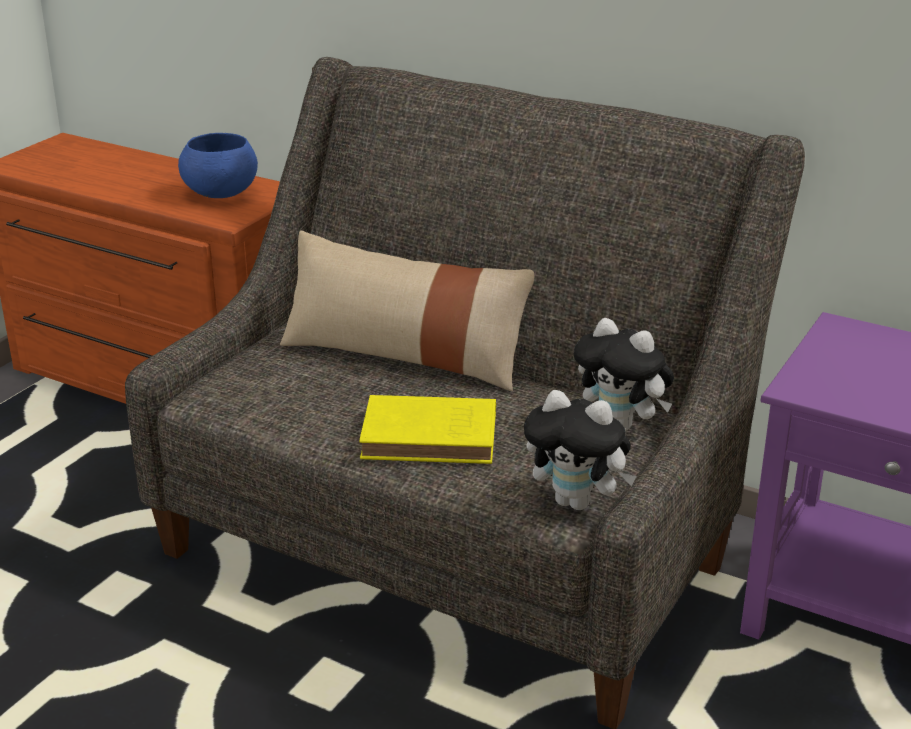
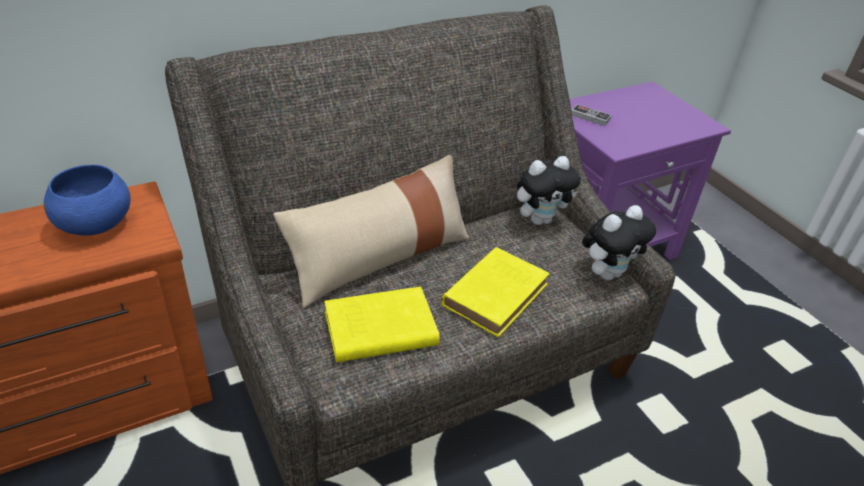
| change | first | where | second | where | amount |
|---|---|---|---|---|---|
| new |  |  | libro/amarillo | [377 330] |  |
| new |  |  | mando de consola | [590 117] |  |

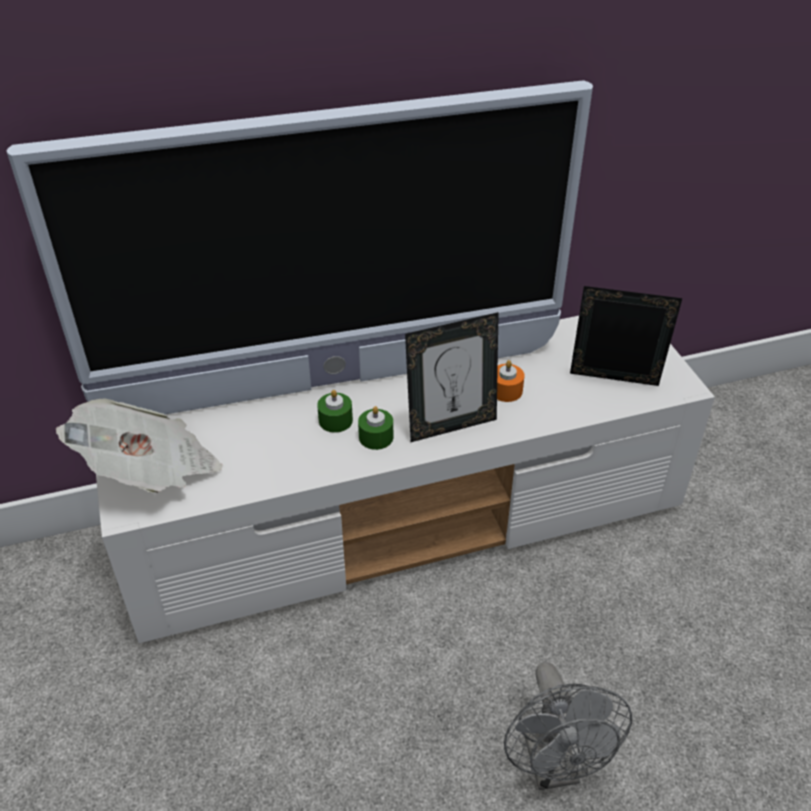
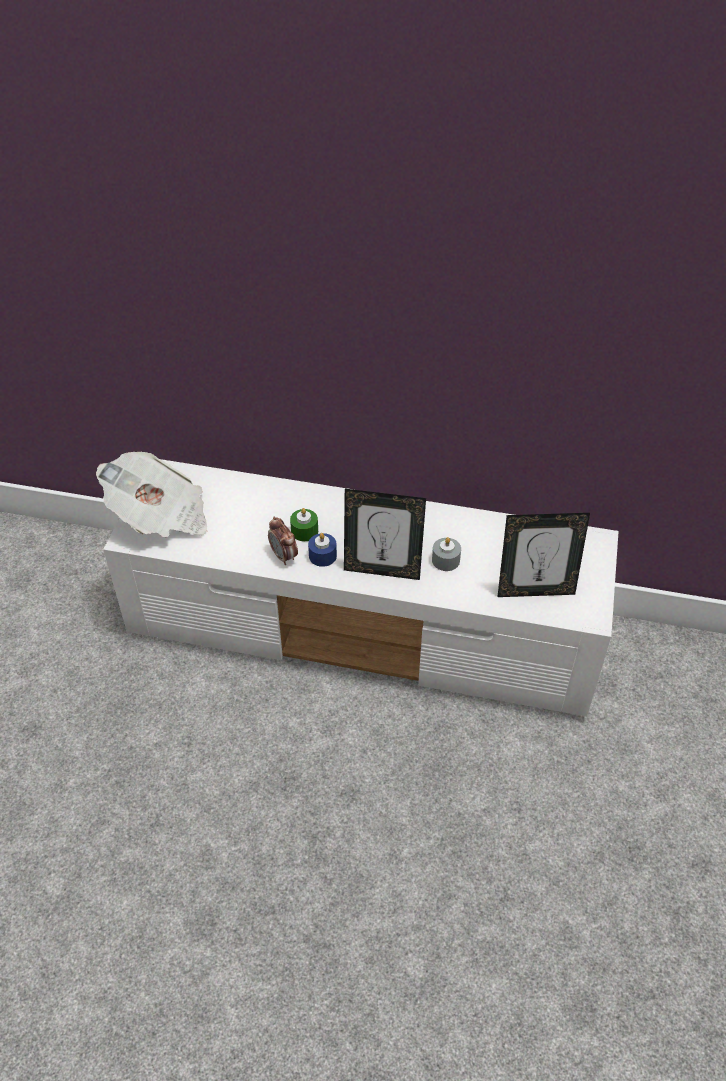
| change | first | where | second | where | amount |
|---|---|---|---|---|---|
| gone | televisor | [334 382] |  |  |  |
| repainted | vela/verde | [376 437] | vela/azul | [322 556] |  |
| repainted | vela/naranja | [506 390] | vela/gris | [445 560] |  |
| gone | ventilador/gris | [554 766] |  |  |  |
| rotated | portarretratos | [613 384] |  | [535 590] | 135 degrees clockwise |
| new |  |  | despertador | [284 556] |  |

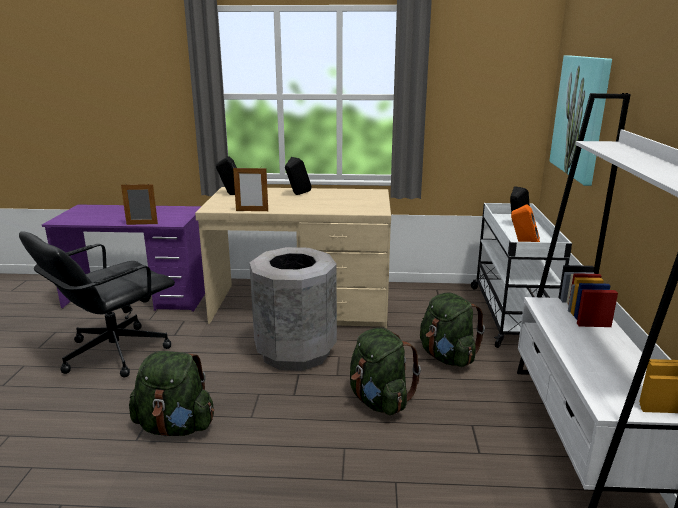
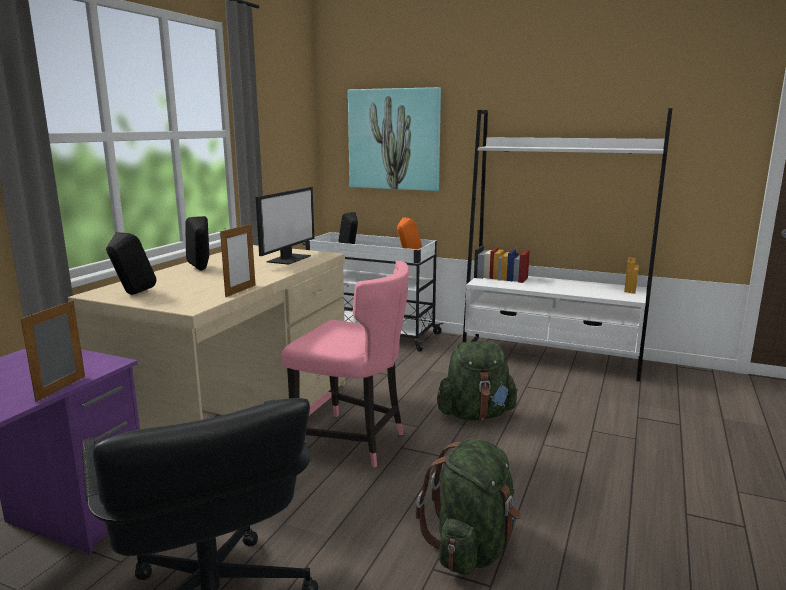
| change | first | where | second | where | amount |
|---|---|---|---|---|---|
| swapped | papelera/gris | [295 352] | silla/rosa | [353 442] |  |
| gone | mochila/verde | [447 357] |  |  |  |
| new |  |  | monitor | [288 259] |  |

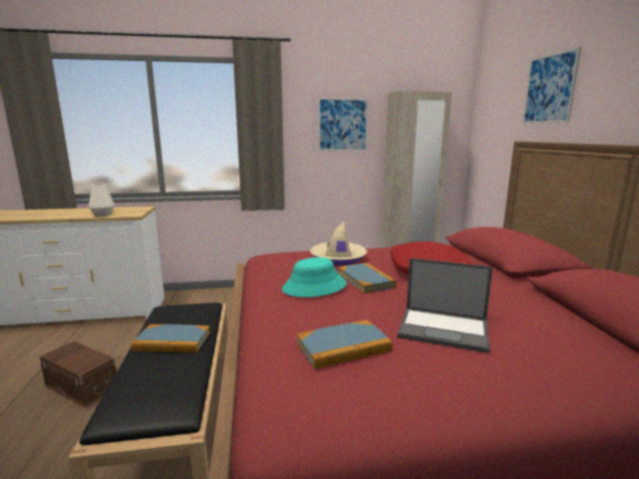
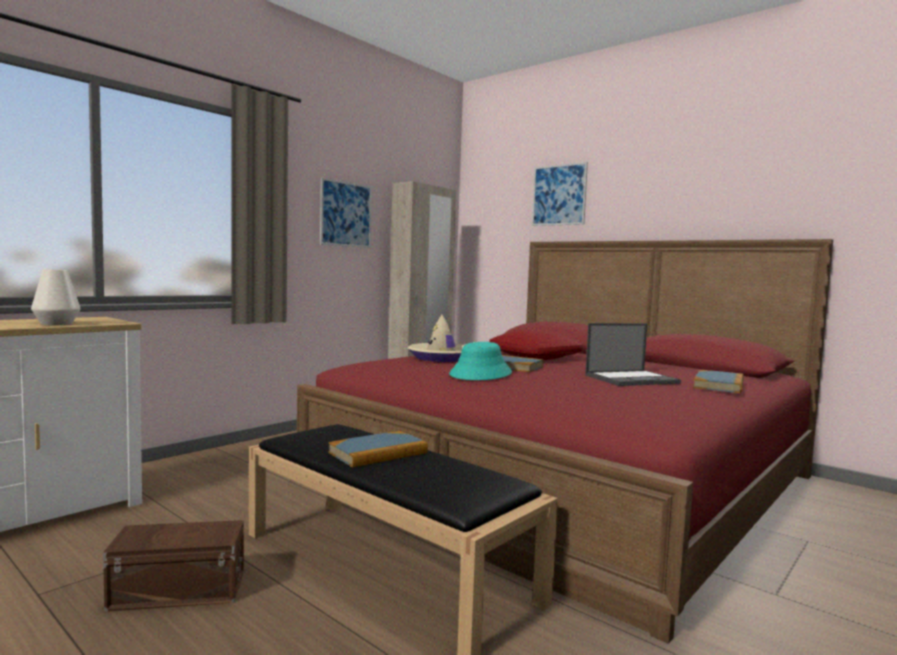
| change | first | where | second | where | amount |
|---|---|---|---|---|---|
| shifted | libro | [343 347] |  | [719 385] |  |

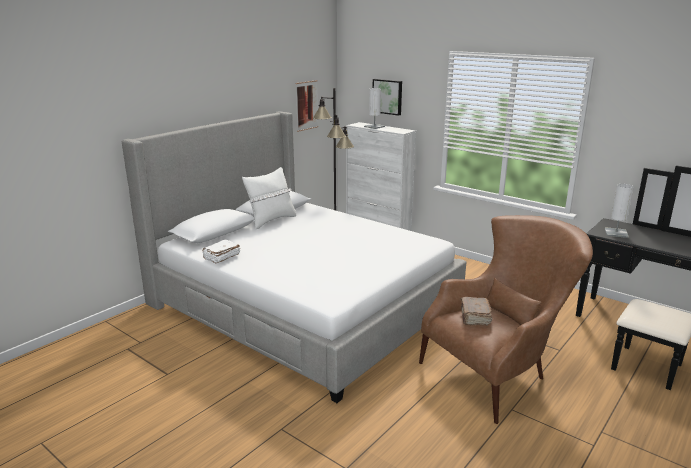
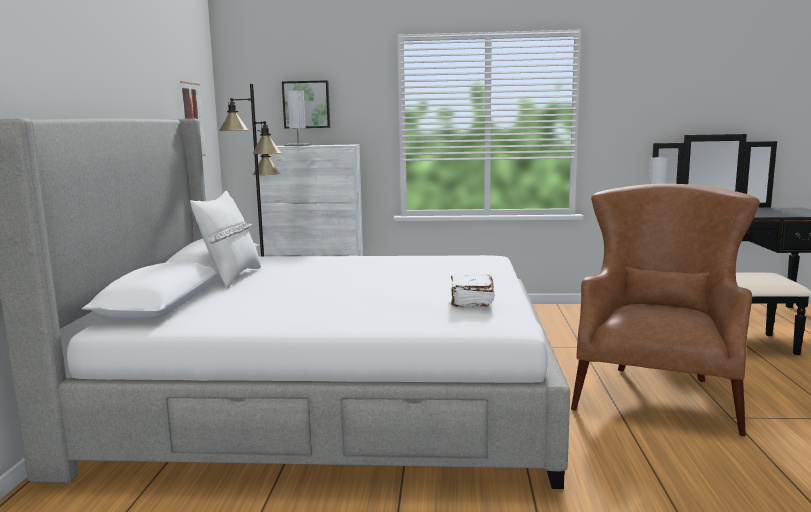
| change | first | where | second | where | amount |
|---|---|---|---|---|---|
| shifted | libro/blanco | [221 257] |  | [471 300] |  |
| gone | libro/marrón | [474 317] |  |  |  |

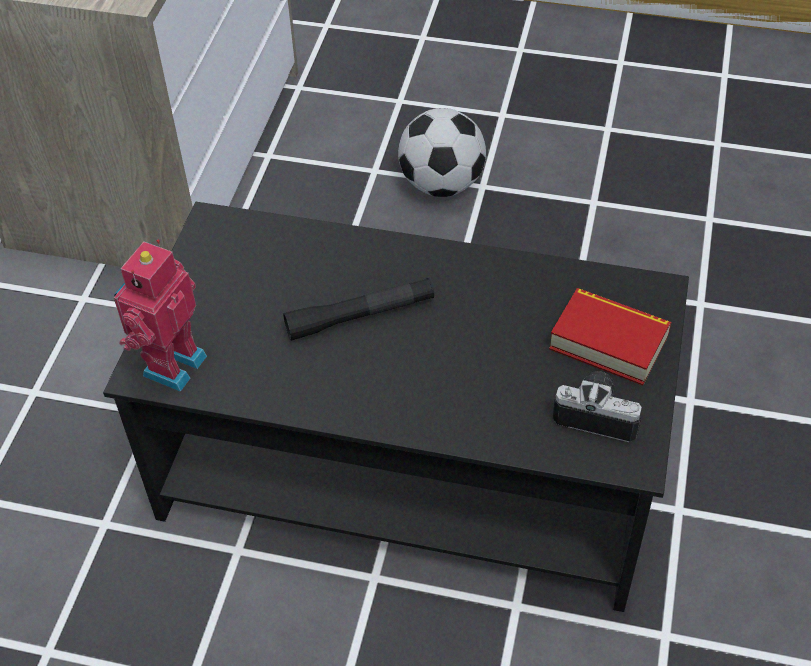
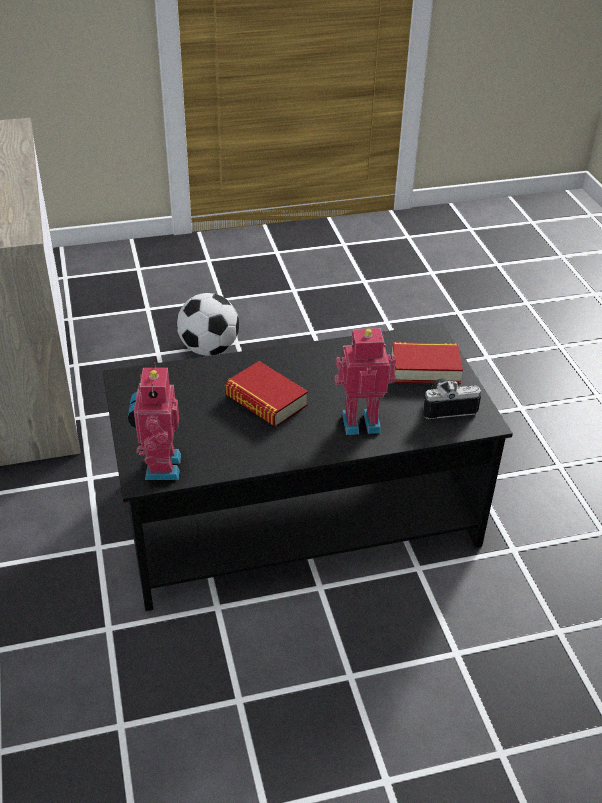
| change | first | where | second | where | amount |
|---|---|---|---|---|---|
| swapped | linterna/negro | [360 316] | libro | [266 400] |  |
| new |  |  | robot de juguete | [360 421] |  |

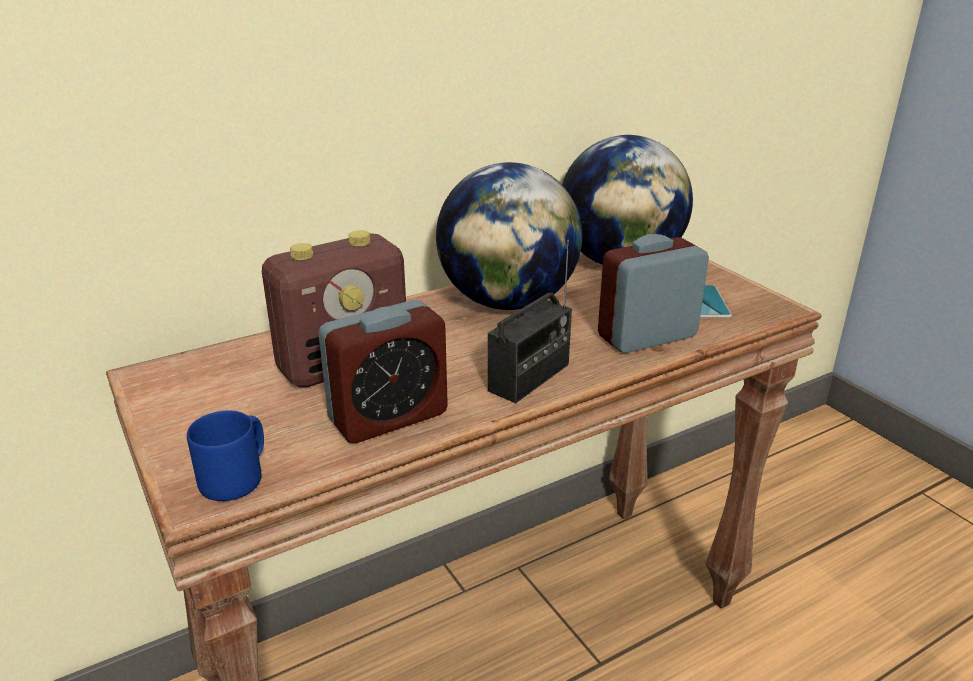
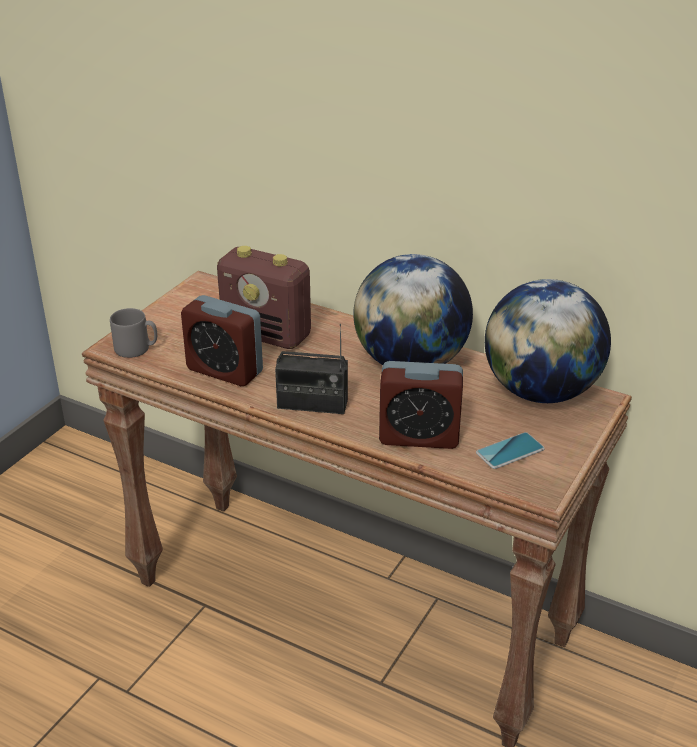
| change | first | where | second | where | amount |
|---|---|---|---|---|---|
| repainted | taza grande/azul | [237 478] | taza grande/gris | [136 349] |  |
| rotated | despertador | [647 336] |  | [419 436] | 150 degrees clockwise |

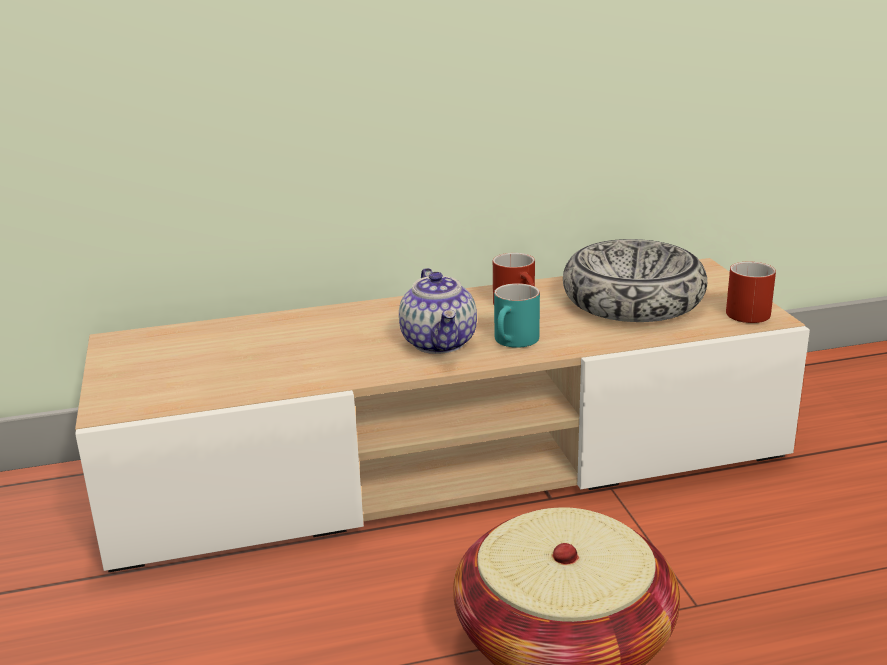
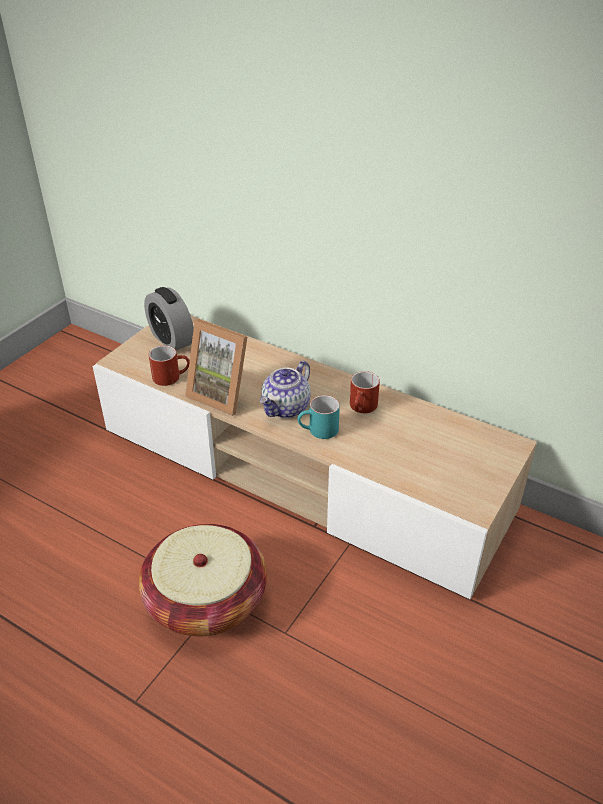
| change | first | where | second | where | amount |
|---|---|---|---|---|---|
| gone | cuenco | [632 301] |  |  |  |
| shifted | taza grande/rojo | [750 311] |  | [171 376] |  |
| new |  |  | despertador | [171 339] |  |
| new |  |  | portarretratos | [222 394] |  |

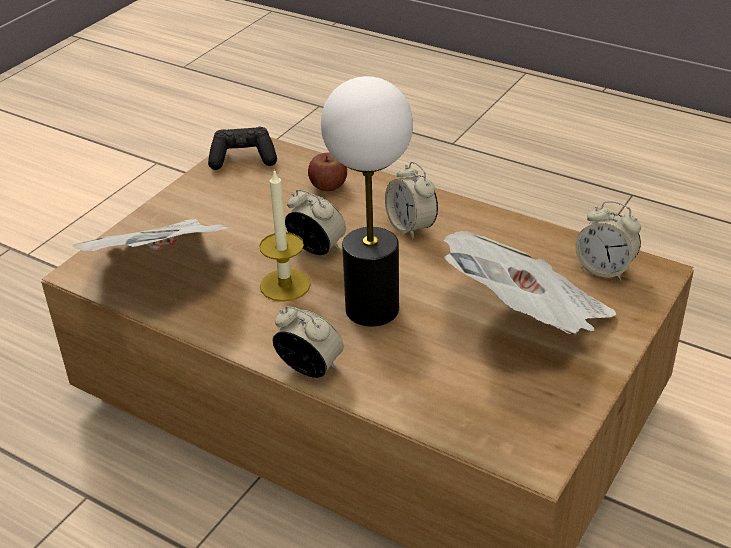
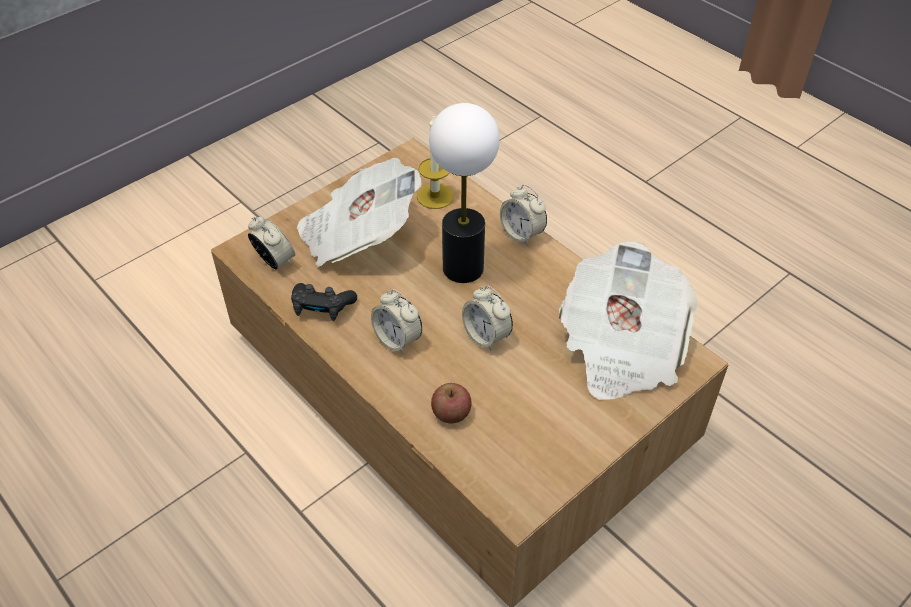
| change | first | where | second | where | amount |
|---|---|---|---|---|---|
| shifted | mando de consola/negro | [243 159] |  | [322 308] |  |
| shifted | vela | [285 285] |  | [435 196] |  |
| rotated | despertador | [411 227] |  | [397 340] | 150 degrees clockwise |

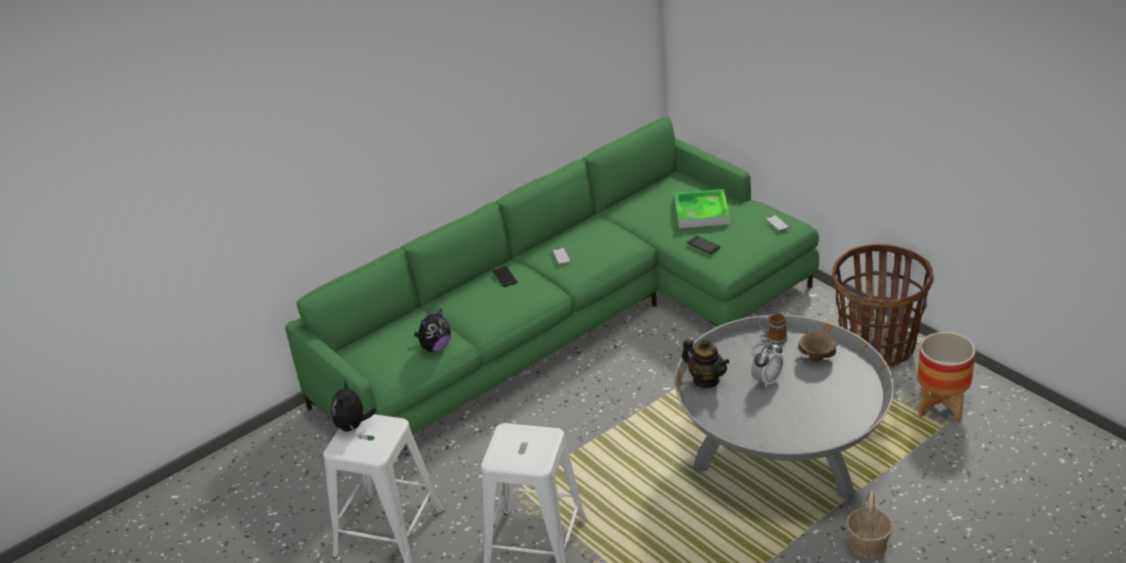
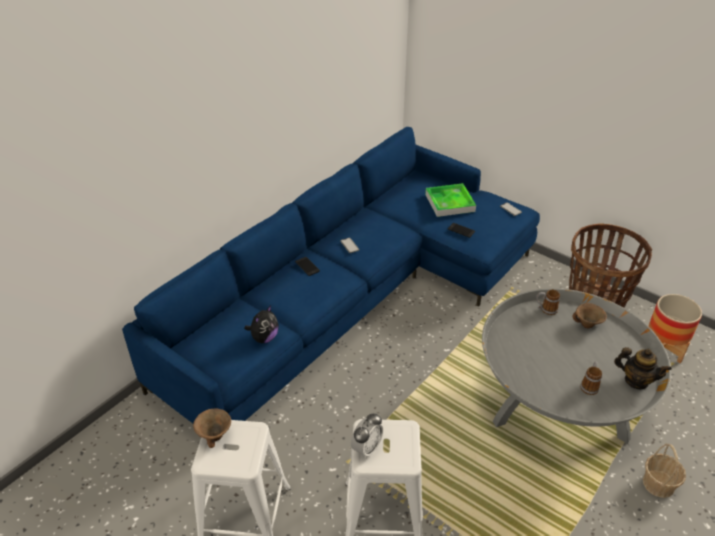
| change | first | where | second | where | amount |
|---|---|---|---|---|---|
| repainted | sofá/verde | [574 323] | sofá/azul | [354 297] |  |
| swapped | peluche | [353 426] | cuenco/marrón | [215 436] |  |
| shifted | tetera | [706 380] |  | [636 381] |  |
| shifted | despertador | [767 380] |  | [366 448] |  |
| new |  |  | taza grande | [589 385] |  |

